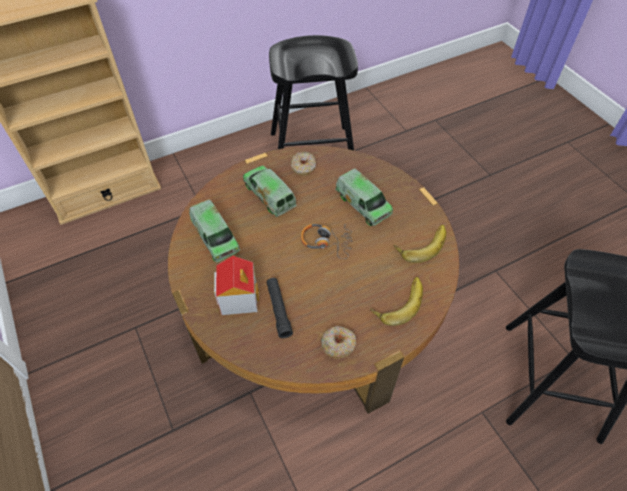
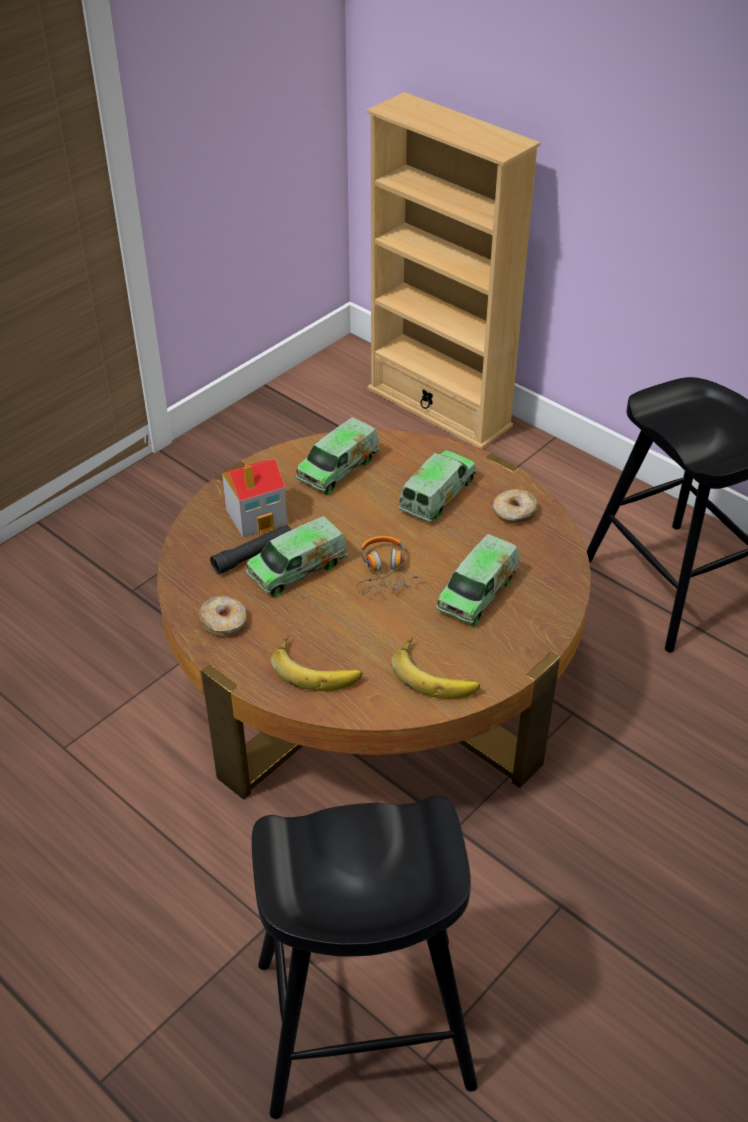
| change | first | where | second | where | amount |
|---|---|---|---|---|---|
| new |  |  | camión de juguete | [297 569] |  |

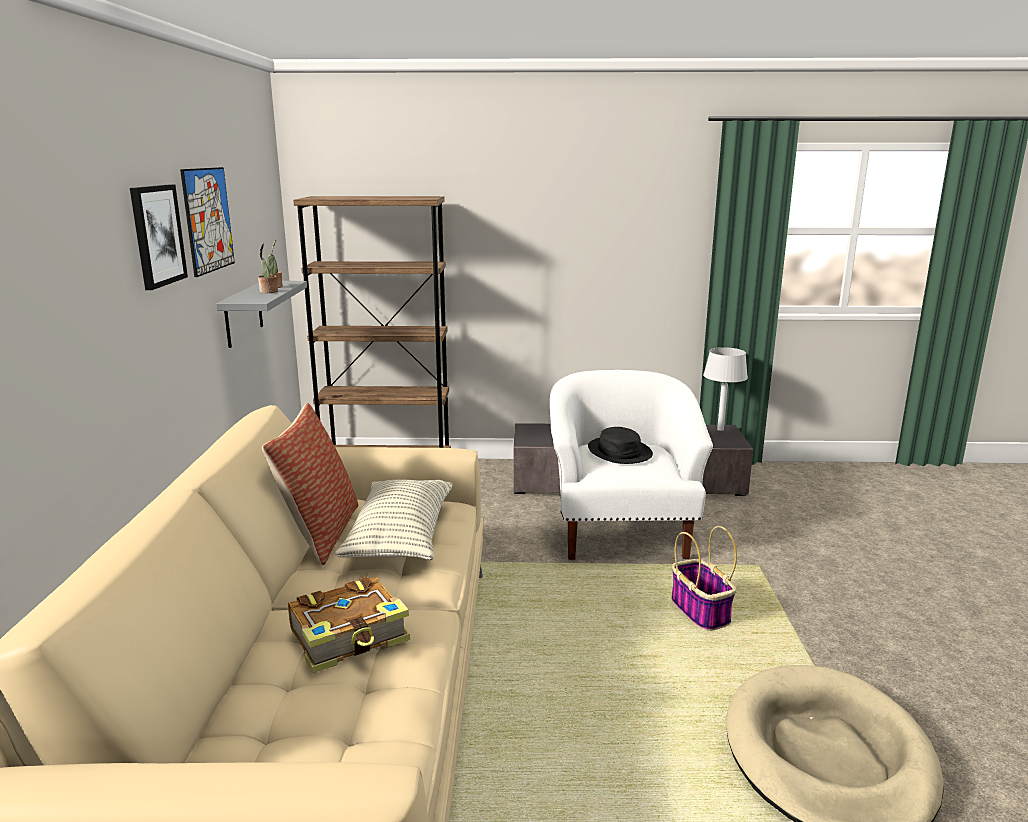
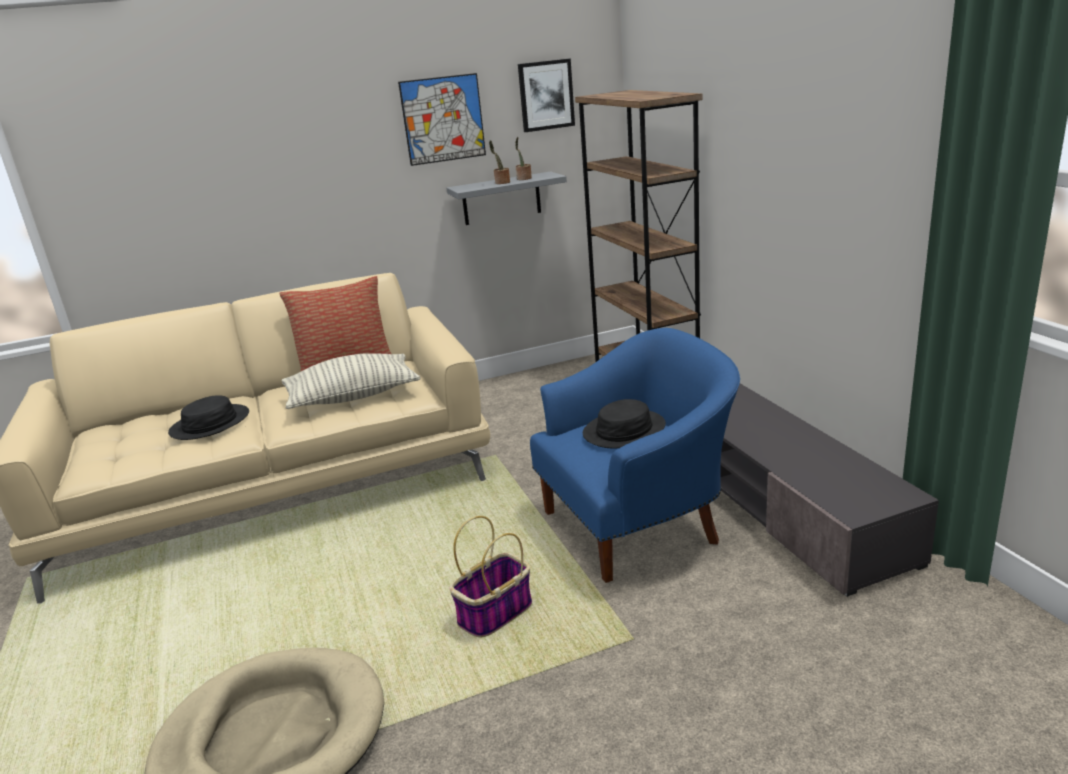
| change | first | where | second | where | amount |
|---|---|---|---|---|---|
| shifted | cuadro | [157 235] |  | [546 95] |  |
| swapped | libro | [350 637] | sombrero/negro | [210 424] |  |
| repainted | sillón/blanco | [621 531] | sillón/azul | [637 526] |  |
| gone | lámpara de mesa/gris | [720 429] |  |  |  |

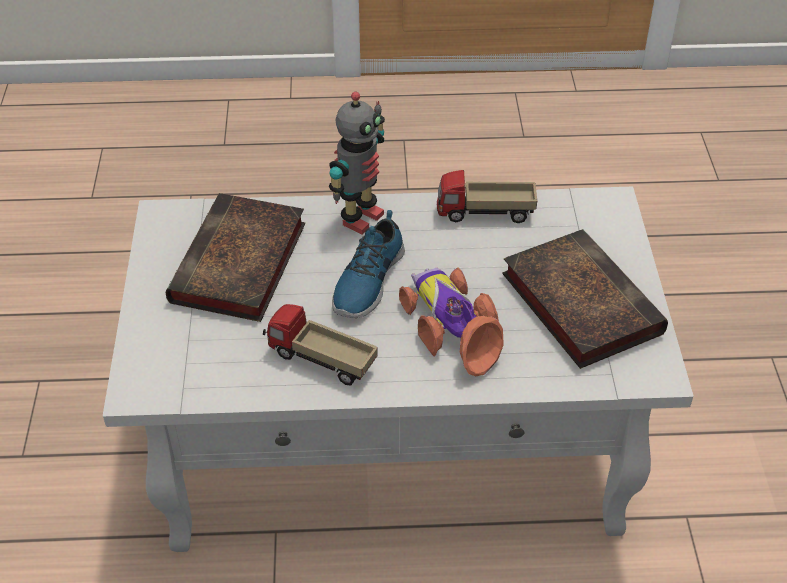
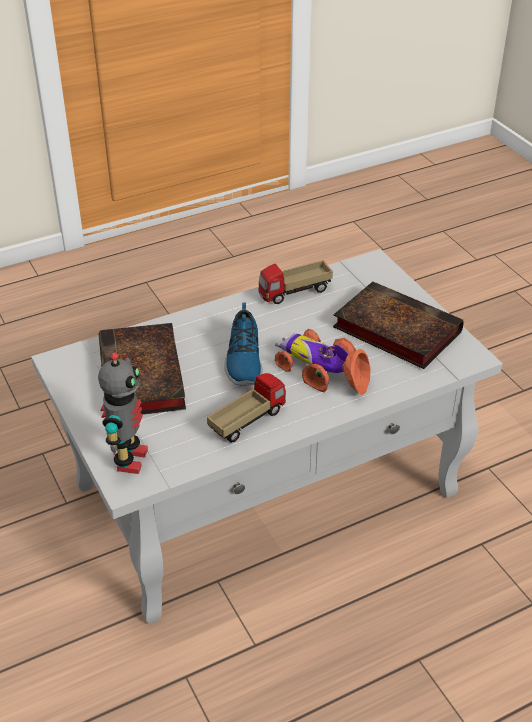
| change | first | where | second | where | amount |
|---|---|---|---|---|---|
| rotated | camión de juguete | [320 361] |  | [247 421] | 135 degrees clockwise |
| shifted | robot de juguete | [360 218] |  | [129 459] |  |

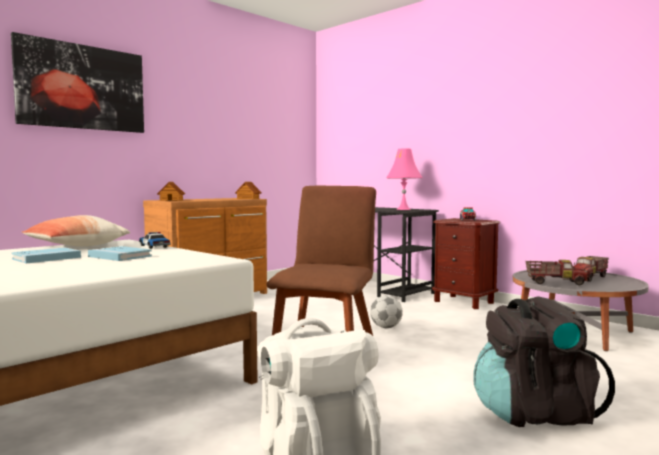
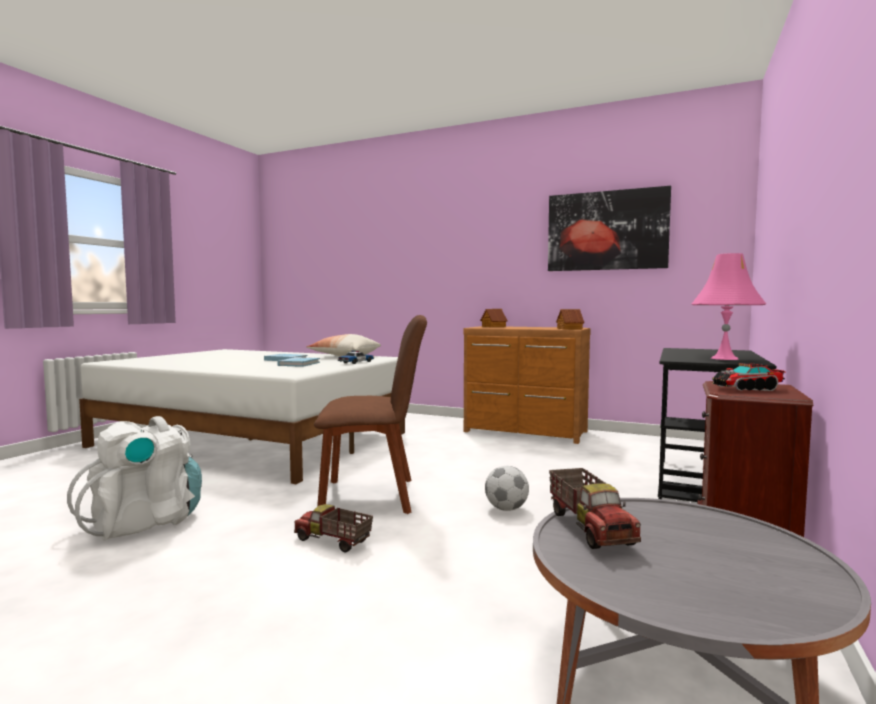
| change | first | where | second | where | amount |
|---|---|---|---|---|---|
| shifted | cuadro | [82 87] |  | [606 231] |  |
| gone | mochila/negro | [534 413] |  |  |  |
| shifted | camión de juguete | [589 278] |  | [333 541] |  |

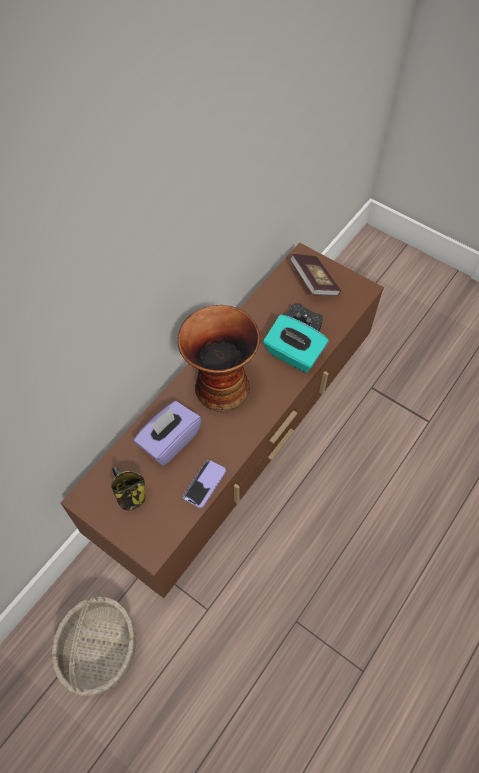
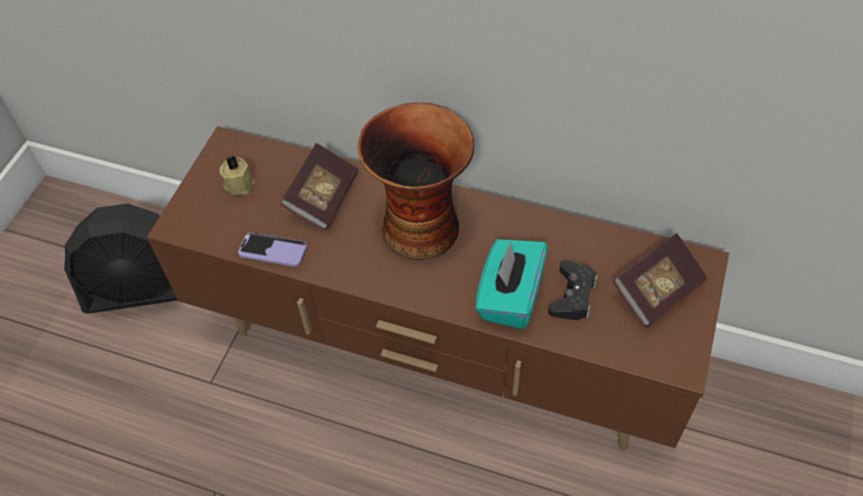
| change | first | where | second | where | amount |
|---|---|---|---|---|---|
| swapped | cesta | [100 650] | ventilador/negro | [145 289] |  |
| swapped | taza grande | [130 496] | vela/beis | [239 183] |  |
| swapped | caja de pañuelos/morado | [169 441] | libro | [323 197] |  |

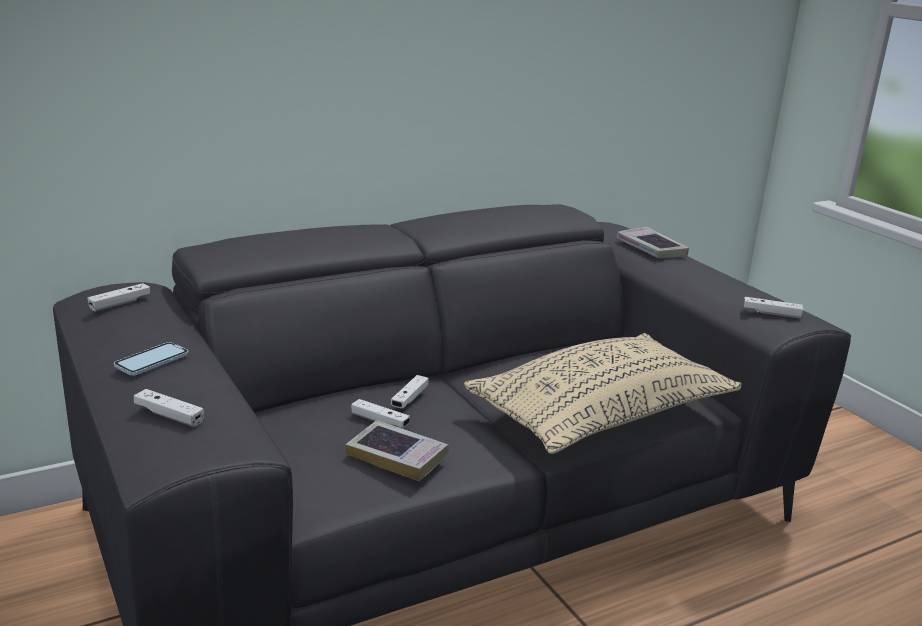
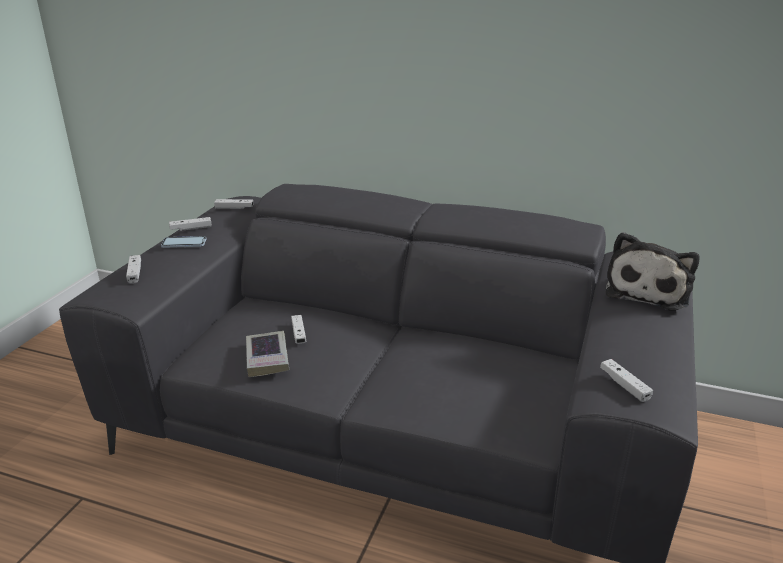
| change | first | where | second | where | amount |
|---|---|---|---|---|---|
| shifted | mando de consola/blanco | [409 398] |  | [191 228] |  |
| gone | cojín/beis | [601 415] |  |  |  |
| swapped | libro | [651 249] | peluche | [648 290] |  |

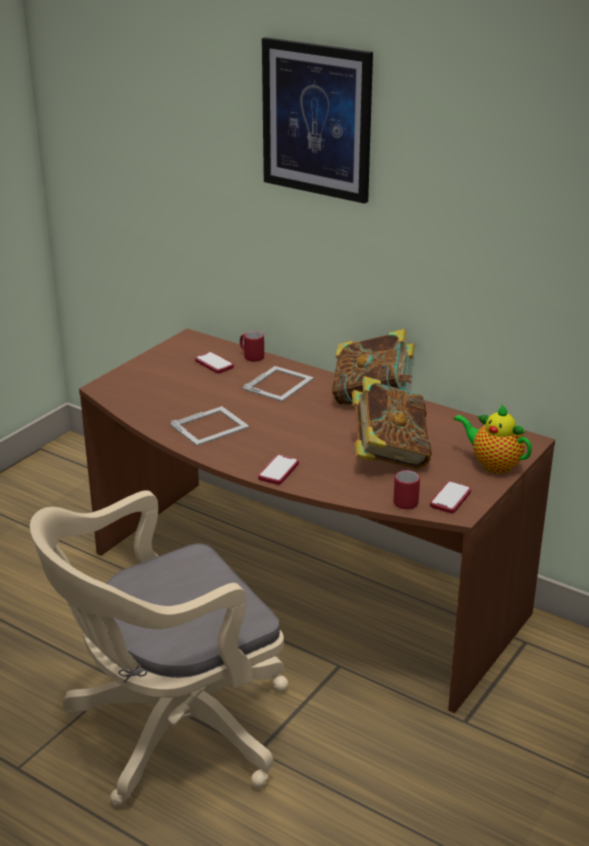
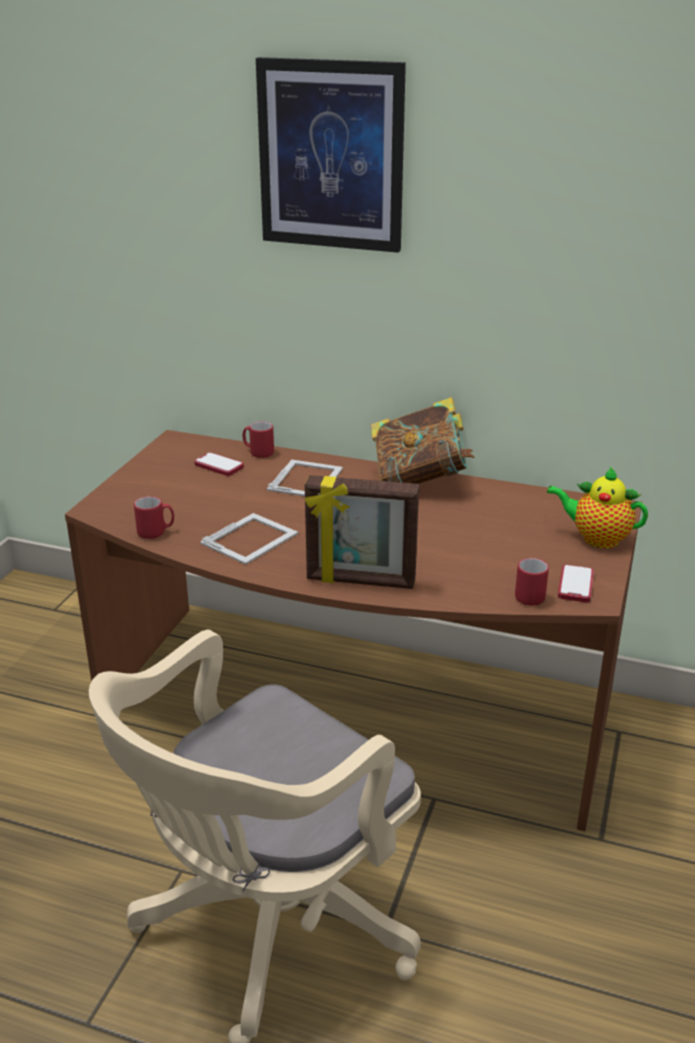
| change | first | where | second | where | amount |
|---|---|---|---|---|---|
| swapped | móvil | [278 471] | portarretratos | [360 581] |  |
| gone | libro | [389 455] |  |  |  |
| new |  |  | taza grande/rojo | [156 532] |  |

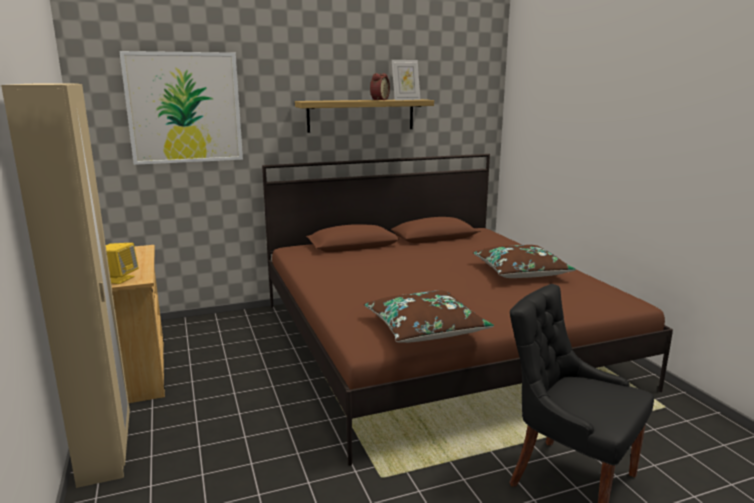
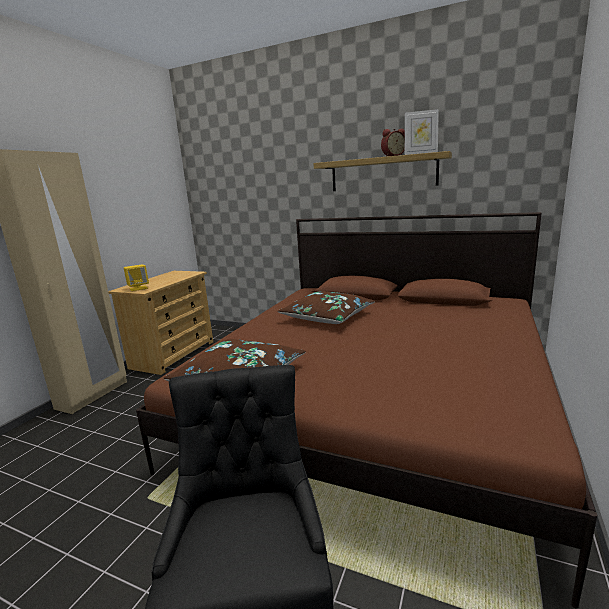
| change | first | where | second | where | amount |
|---|---|---|---|---|---|
| gone | cuadro | [184 108] |  |  |  |
| shifted | cojín/marrón | [520 272] |  | [327 317] |  |

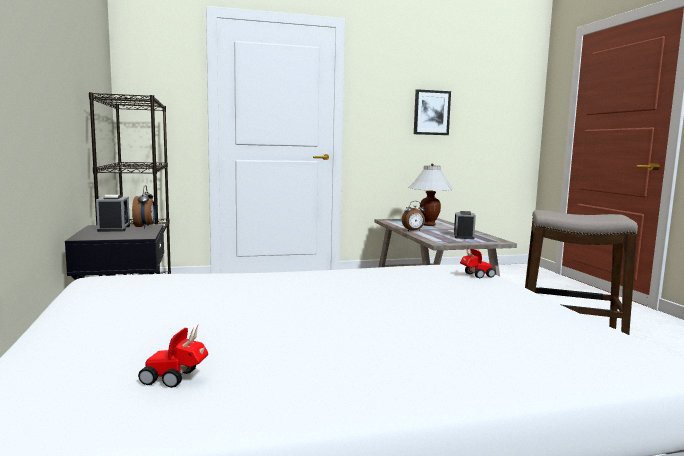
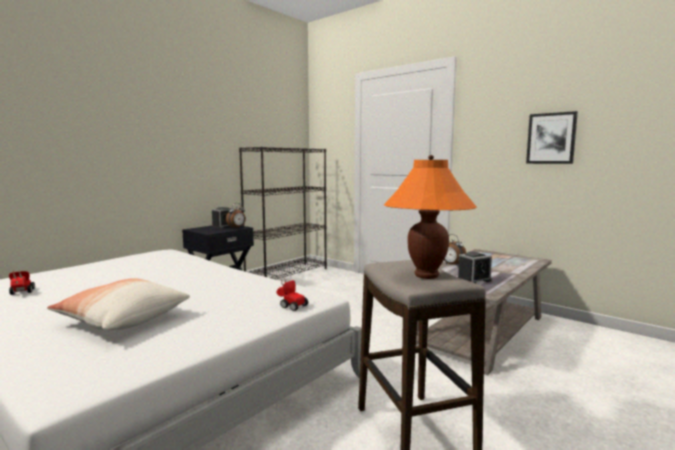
| change | first | where | second | where | amount |
|---|---|---|---|---|---|
| gone | lámpara de mesa/blanco | [429 225] |  |  |  |
| new |  |  | cojín | [122 319] |  |
| new |  |  | lámpara de mesa/naranja | [427 275] |  |

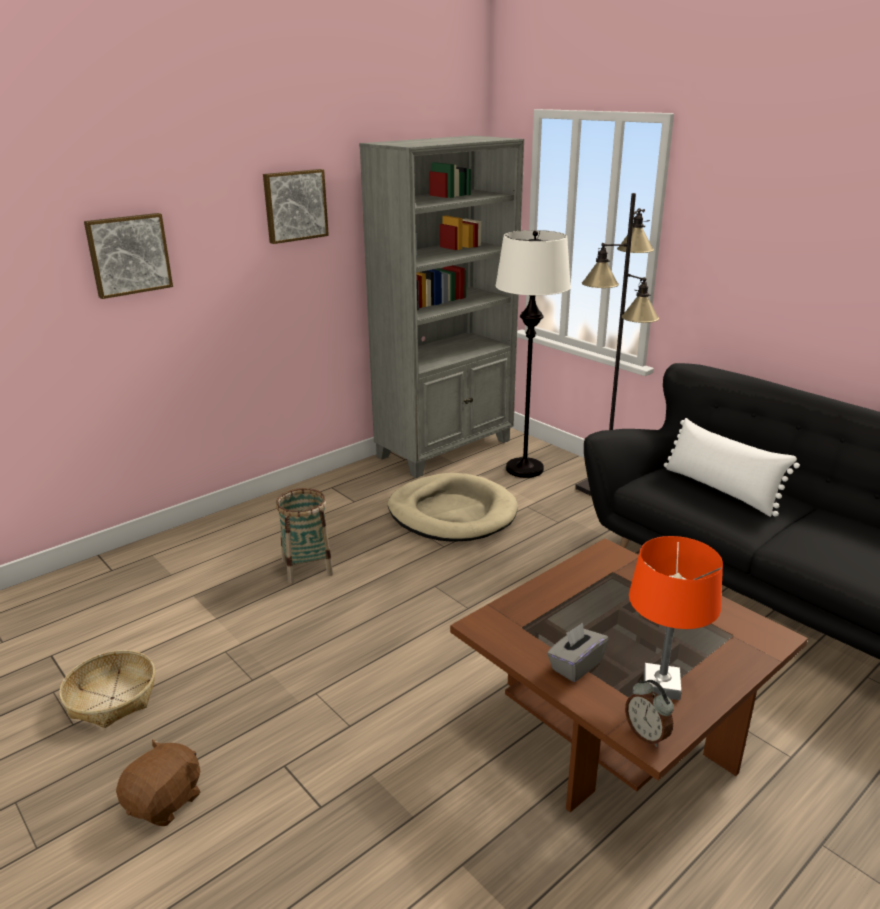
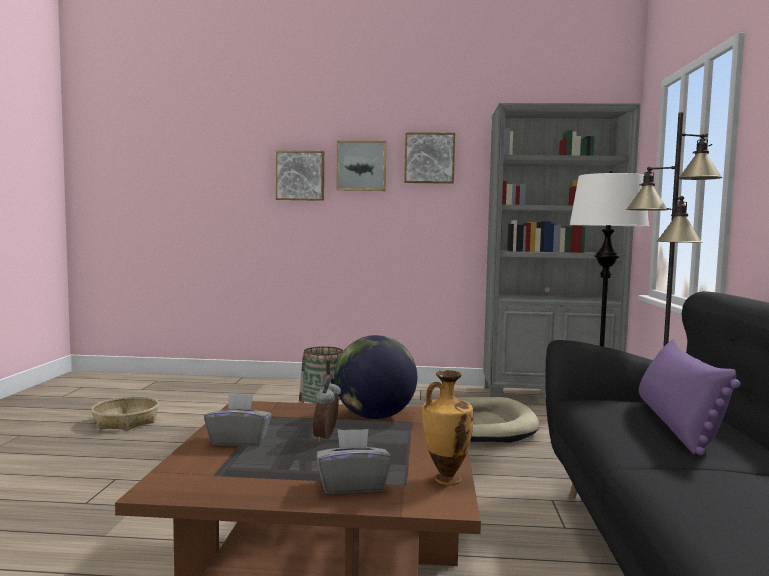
| change | first | where | second | where | amount |
|---|---|---|---|---|---|
| gone | peluche/marrón | [165 801] |  |  |  |
| shifted | despertador | [647 735] |  | [327 437] |  |
| gone | lámpara de mesa/naranja | [662 686] |  |  |  |
| repainted | cojín/blanco | [720 490] | cojín/morado | [677 425] |  |
| new |  |  | caja de pañuelos/gris | [352 485] |  |
| new |  |  | globo terráqueo | [374 416] |  |
| new |  |  | cuadro | [361 166] |  |
| new |  |  | florero | [445 479] |  |

